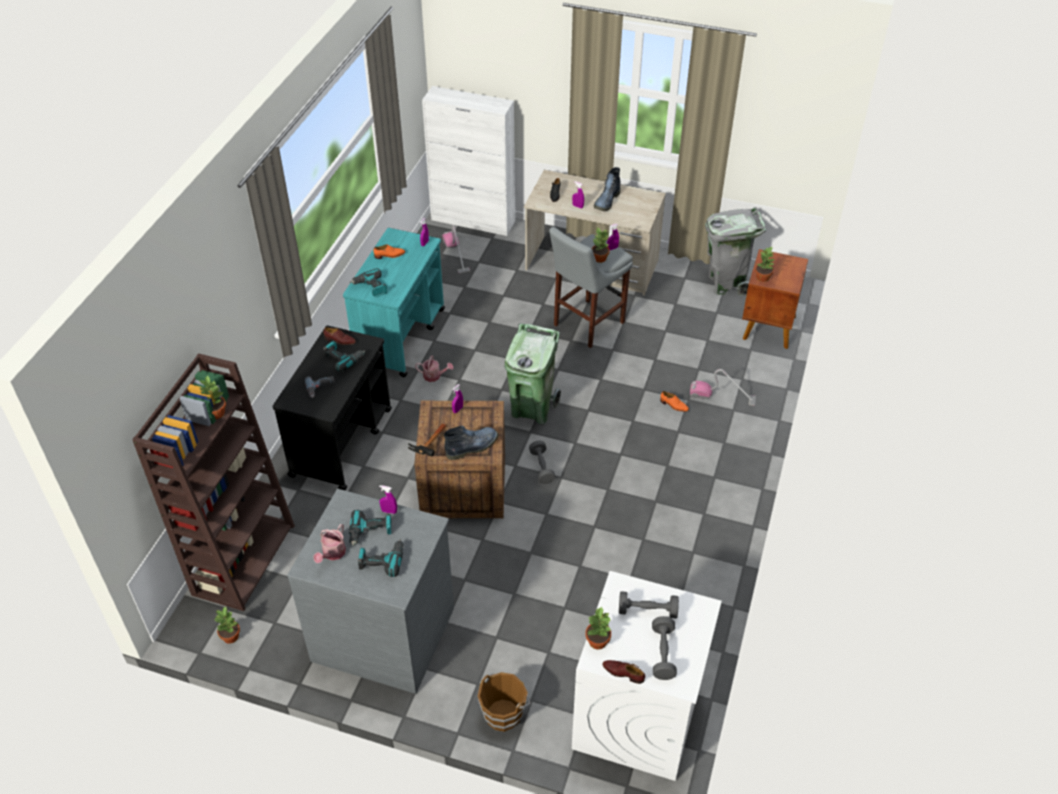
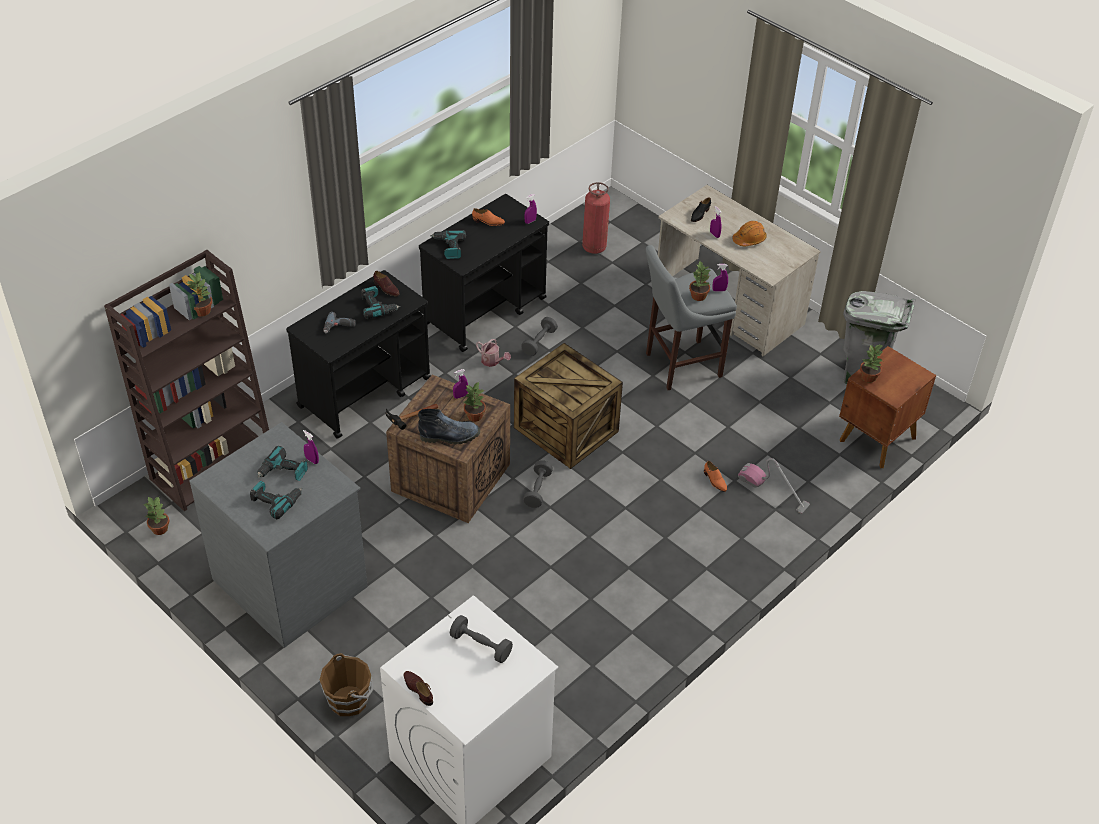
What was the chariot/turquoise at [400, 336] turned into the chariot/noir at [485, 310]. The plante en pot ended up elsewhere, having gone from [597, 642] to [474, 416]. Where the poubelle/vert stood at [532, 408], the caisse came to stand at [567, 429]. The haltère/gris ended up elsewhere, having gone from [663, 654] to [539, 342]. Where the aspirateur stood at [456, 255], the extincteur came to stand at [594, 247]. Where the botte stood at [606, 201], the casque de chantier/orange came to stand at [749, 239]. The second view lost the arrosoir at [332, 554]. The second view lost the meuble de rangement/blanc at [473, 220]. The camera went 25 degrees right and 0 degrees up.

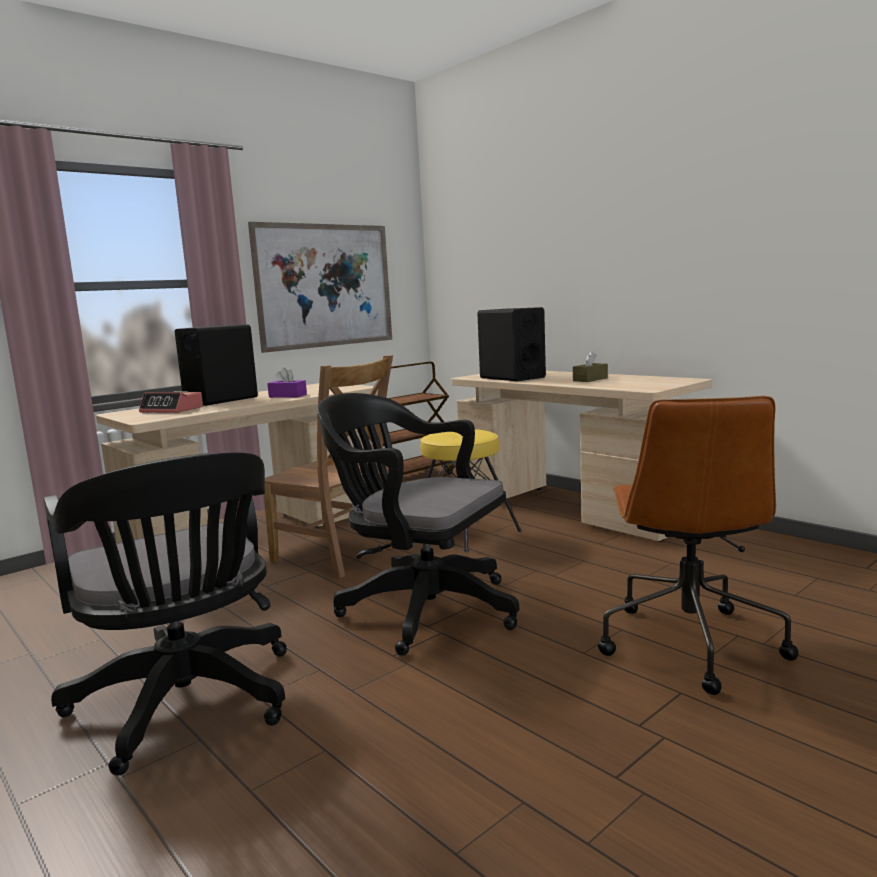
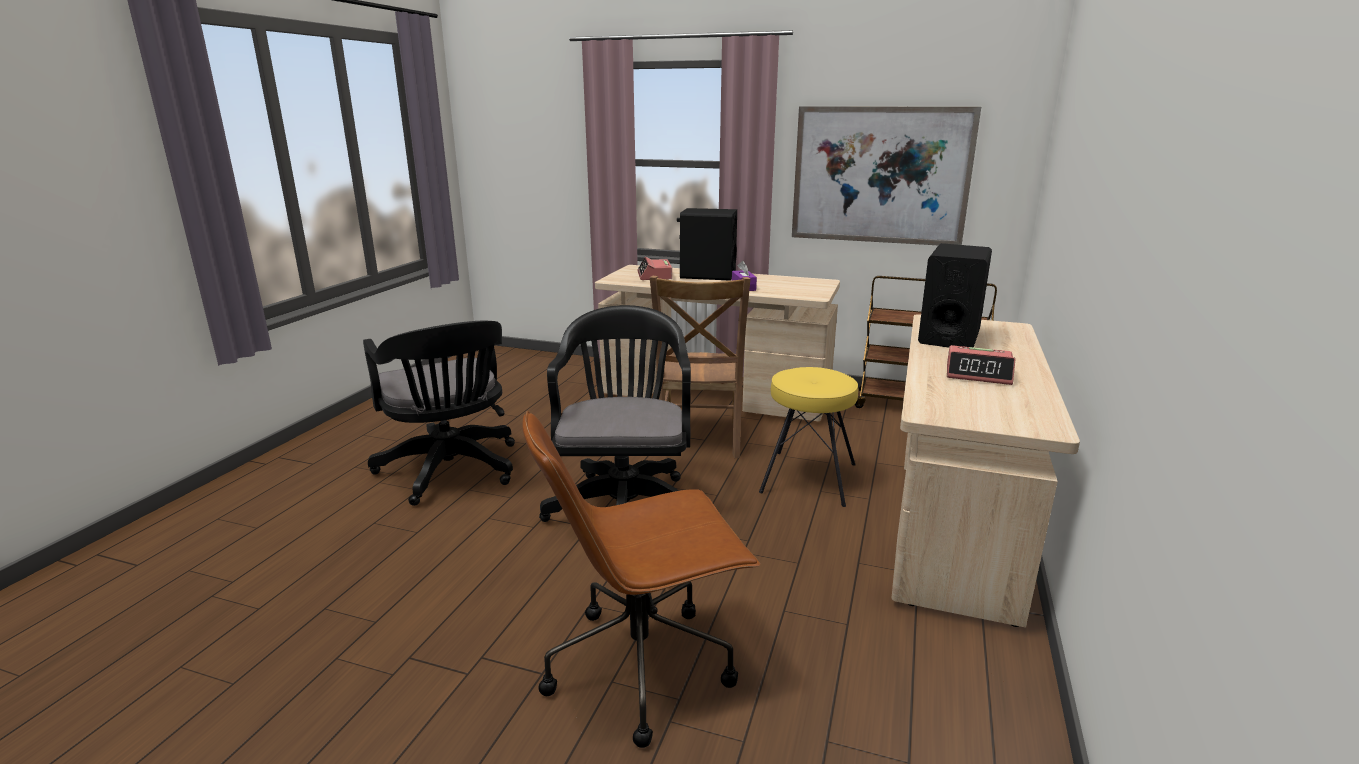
The chaise de bureau/noir at [188, 705] ended up facing another way, 60 degrees counterclockwise from before. Where the boîte à mouchoirs/marron stood at [590, 379], the réveil came to stand at [978, 374]. The camera went 60 degrees right and 10 degrees up.

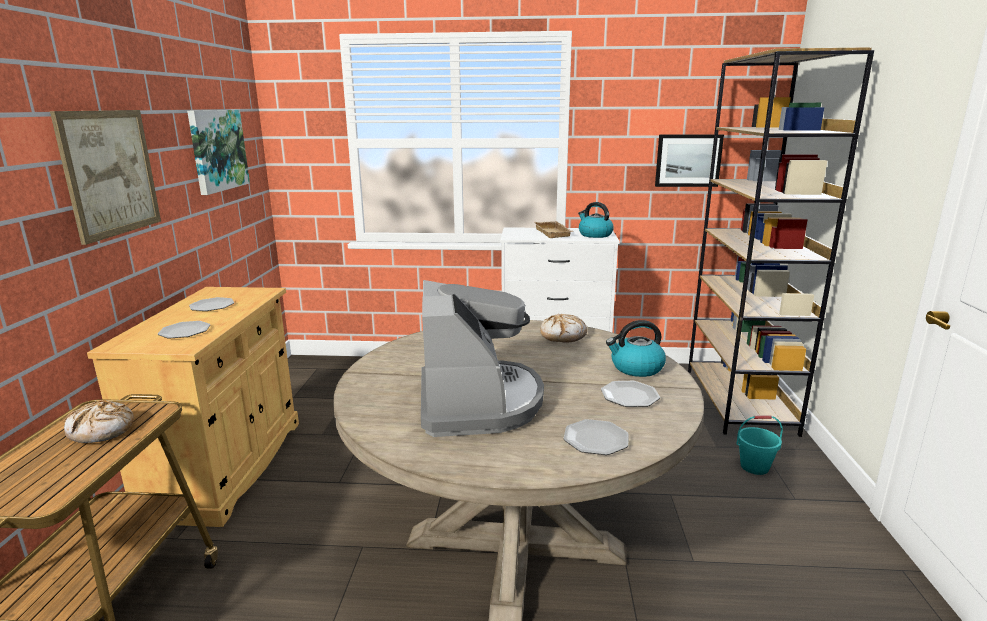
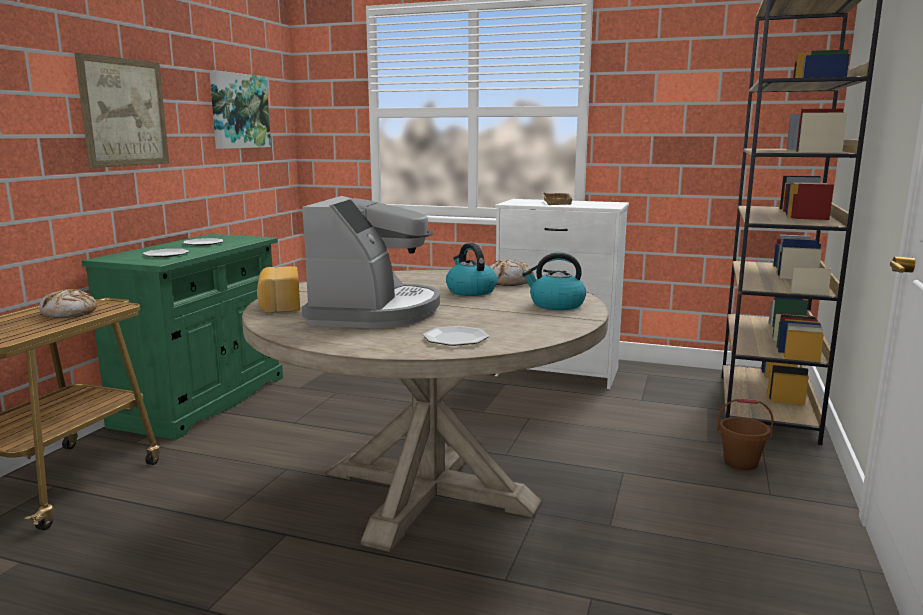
What was the meuble de rangement/beige at [226, 467] turned into the meuble de rangement/vert at [202, 400]. The second view gained the pain at [279, 305]. The bouilloire ended up elsewhere, having gone from [594, 235] to [470, 291]. What was the seau/turquoise at [754, 466] turned into the seau/marron at [741, 462]. The second view lost the assiette at [629, 396]. The second view lost the tableau at [688, 160]. The camera went 15 degrees right and 5 degrees down.

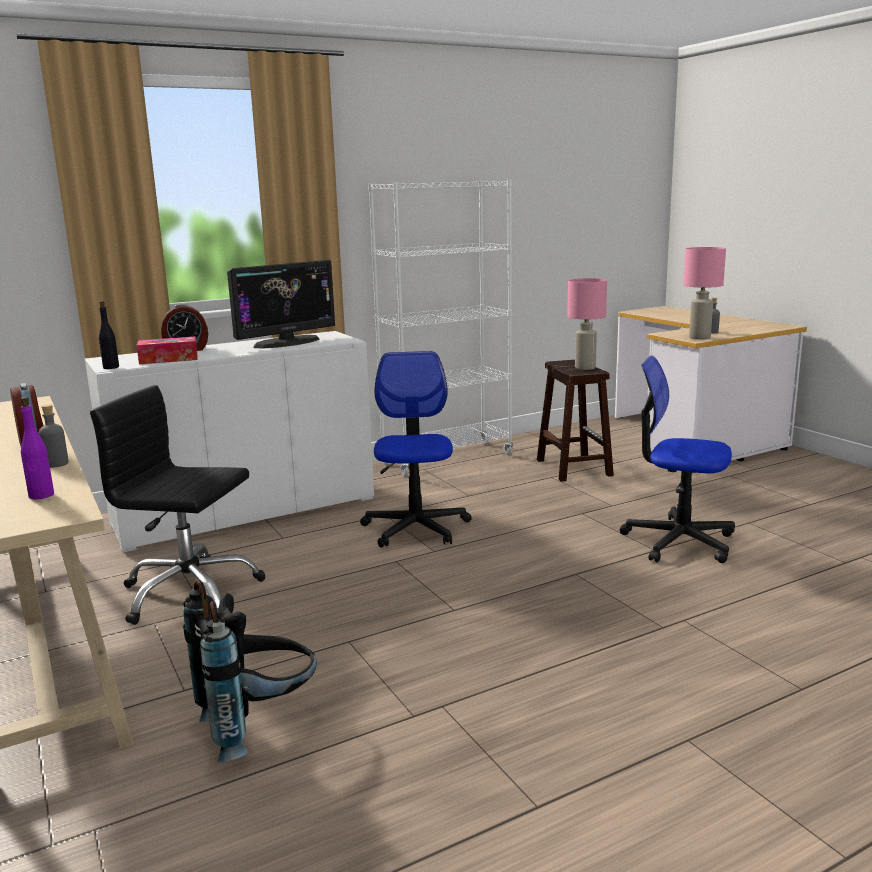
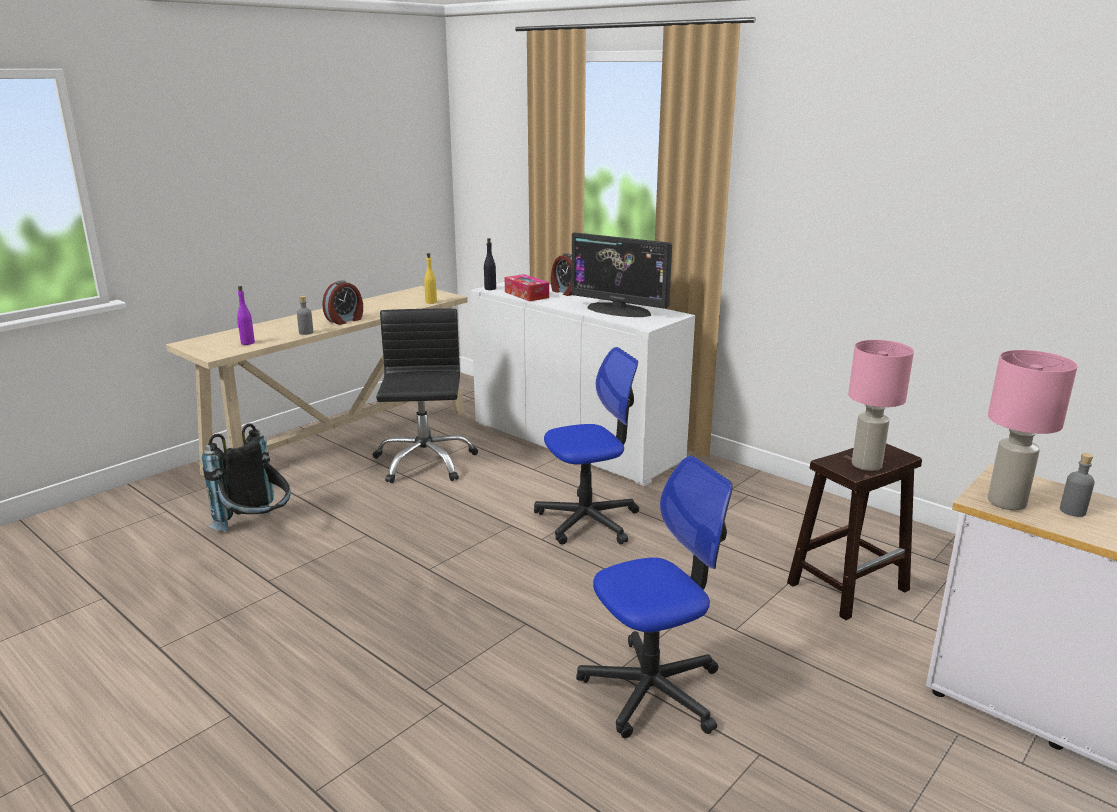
The second view gained the bouteille/jaune at [431, 302]. The chaise de bureau at [678, 541] ended up facing another way, 60 degrees clockwise from before. The second view lost the bibliothèque/blanc at [447, 459]. The camera went 70 degrees right and 5 degrees up.

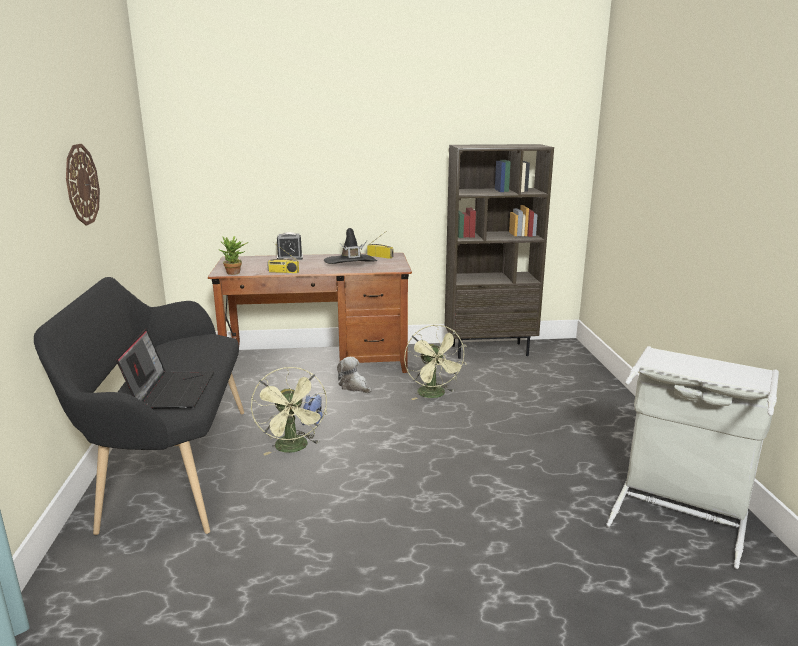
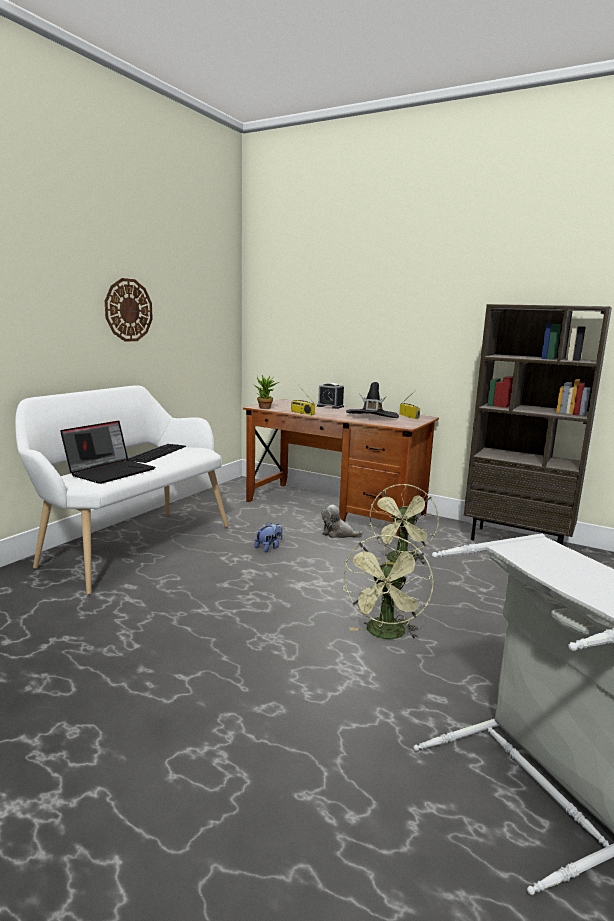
What was the banc/noir at [169, 467] turned into the banc/blanc at [131, 544]. The second view gained the clavier at [156, 452]. The peluche at [354, 386] ended up facing another way, 60 degrees counterclockwise from before. The ventilateur/vert ended up elsewhere, having gone from [293, 448] to [385, 635]. The camera went 35 degrees right and 5 degrees down.

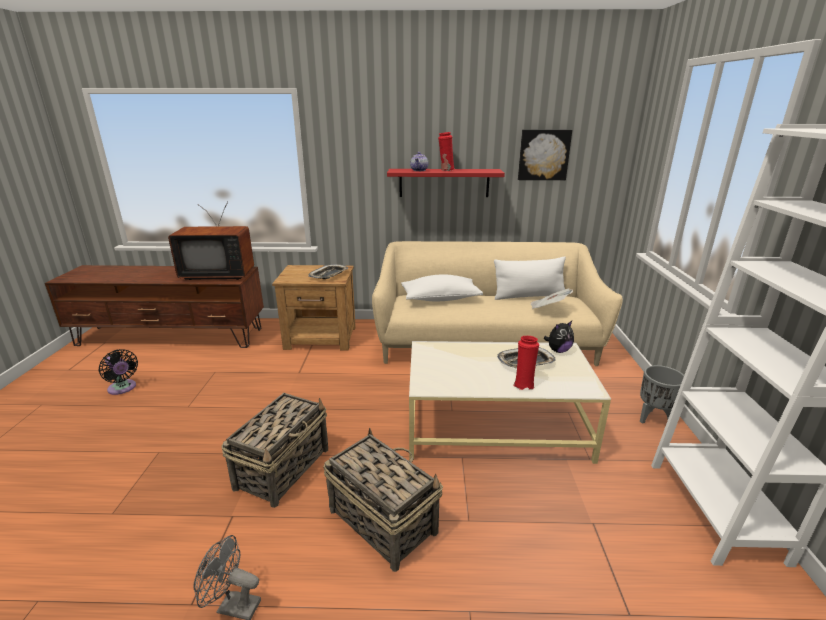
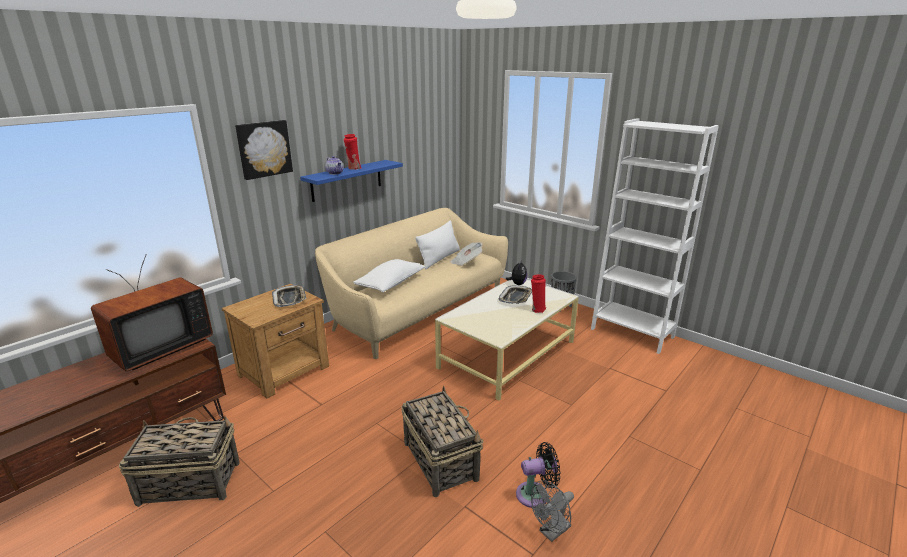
The panier ended up elsewhere, having gone from [382, 520] to [188, 482]. The tableau ended up elsewhere, having gone from [543, 155] to [264, 149]. What was the étagère/rouge at [444, 183] turned into the étagère/bleu at [347, 180]. The ventilateur/noir ended up elsewhere, having gone from [123, 388] to [535, 494]. The camera went 50 degrees left and 0 degrees up.

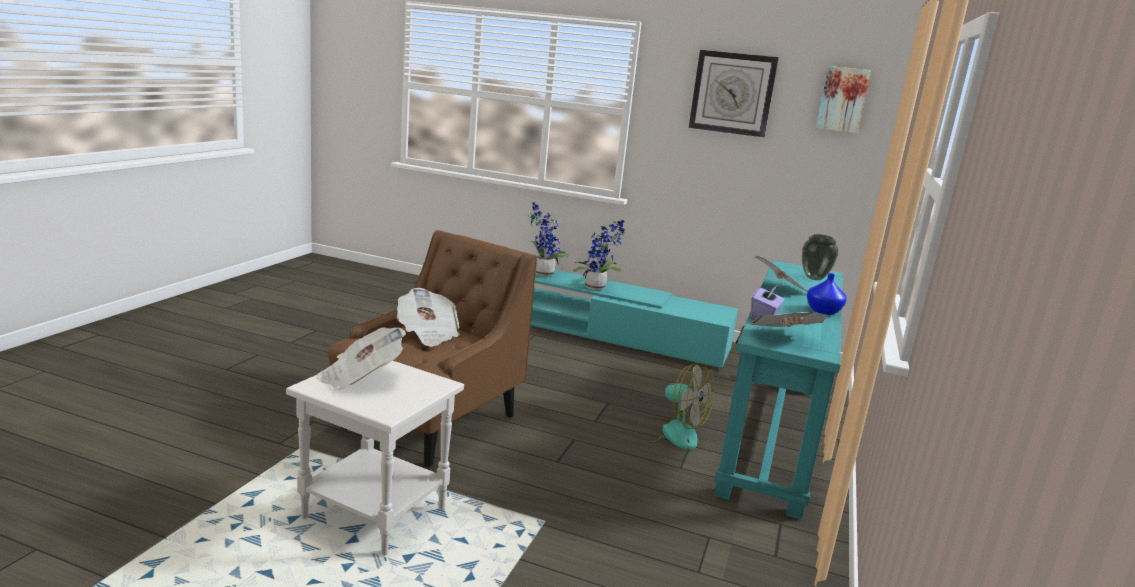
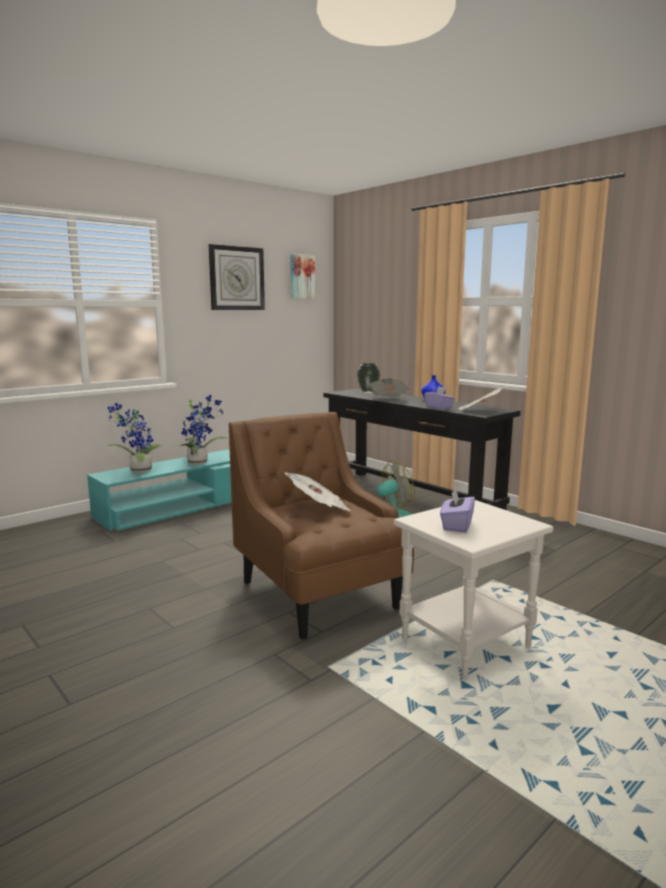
What was the table console/turquoise at [772, 435] turned into the table console/noir at [409, 496]. Where the journal stood at [360, 378], the boîte à mouchoirs/violet came to stand at [456, 525]. The camera went 60 degrees left and 5 degrees down.

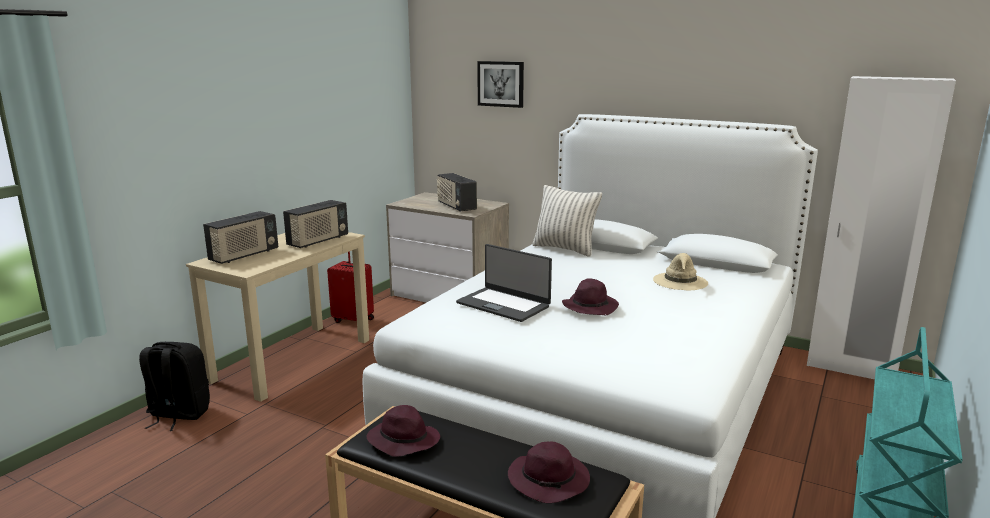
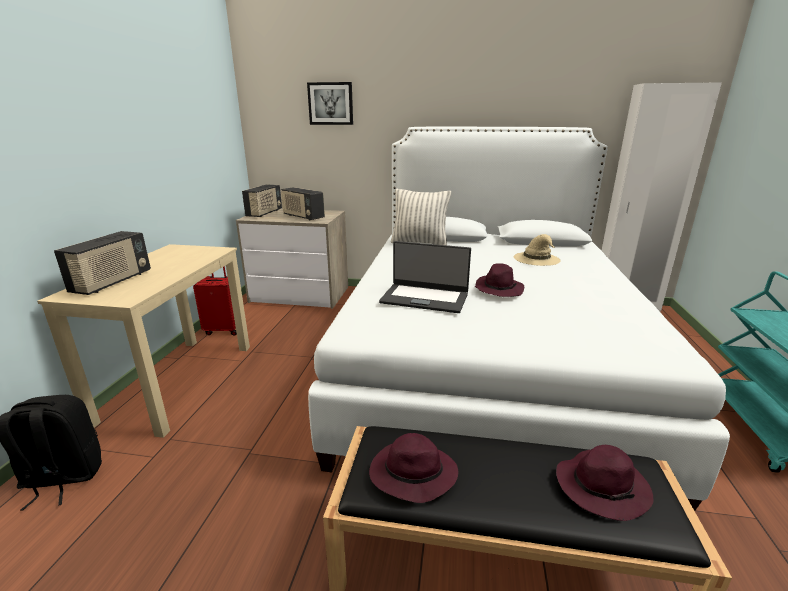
The radio ended up elsewhere, having gone from [318, 241] to [264, 213]. The camera went 20 degrees left and 5 degrees up.

